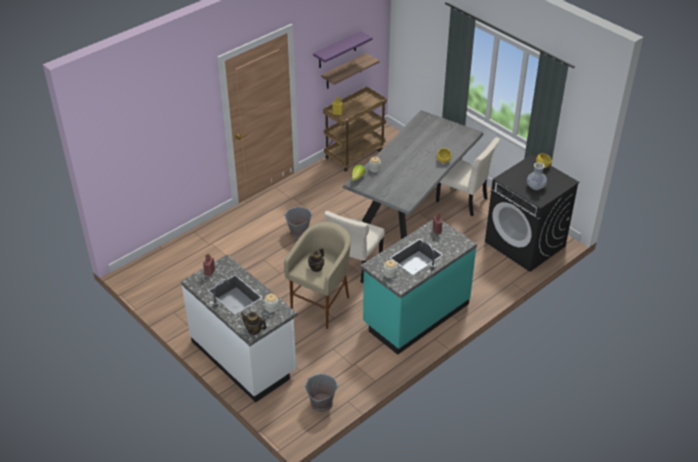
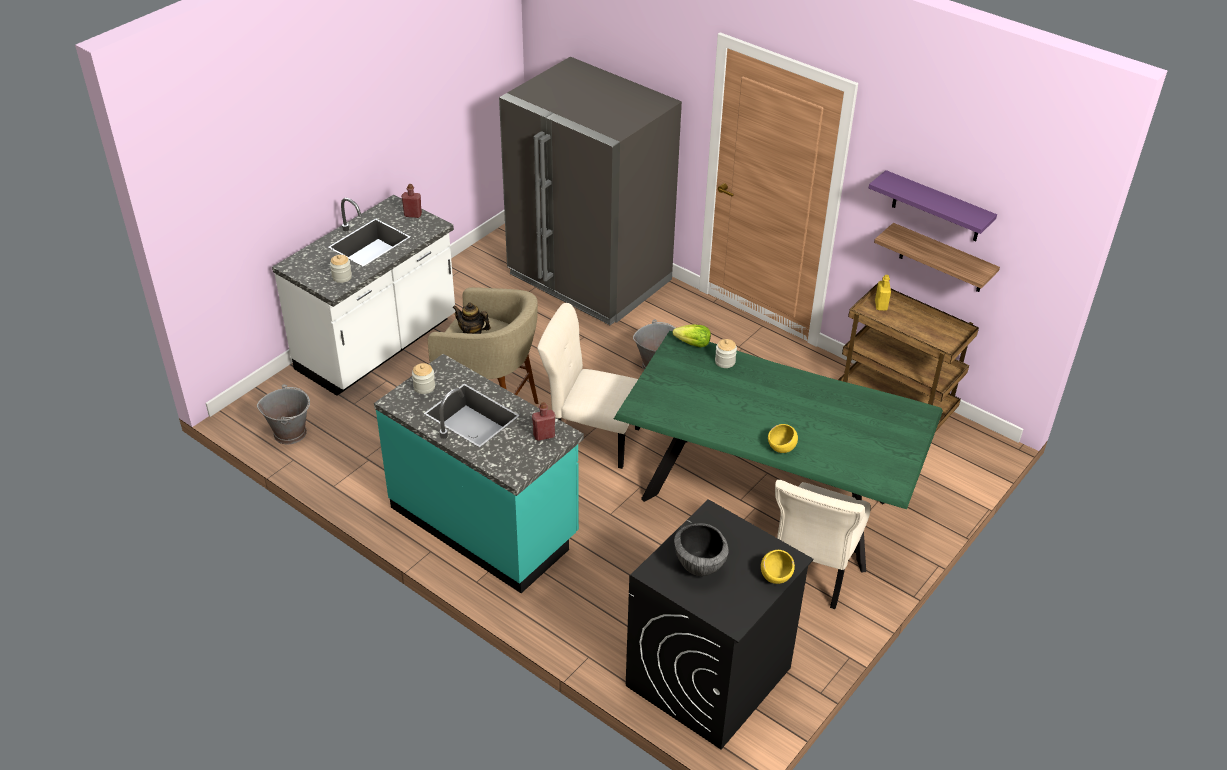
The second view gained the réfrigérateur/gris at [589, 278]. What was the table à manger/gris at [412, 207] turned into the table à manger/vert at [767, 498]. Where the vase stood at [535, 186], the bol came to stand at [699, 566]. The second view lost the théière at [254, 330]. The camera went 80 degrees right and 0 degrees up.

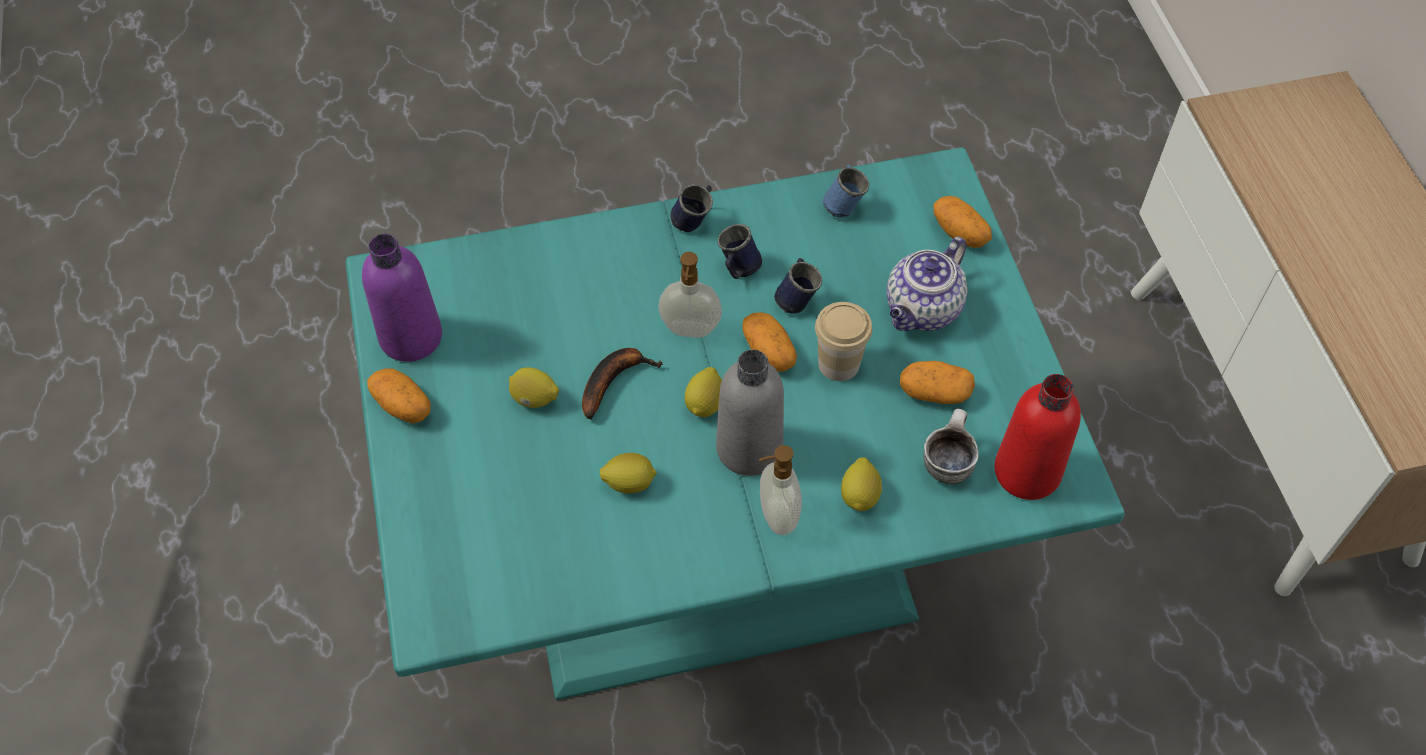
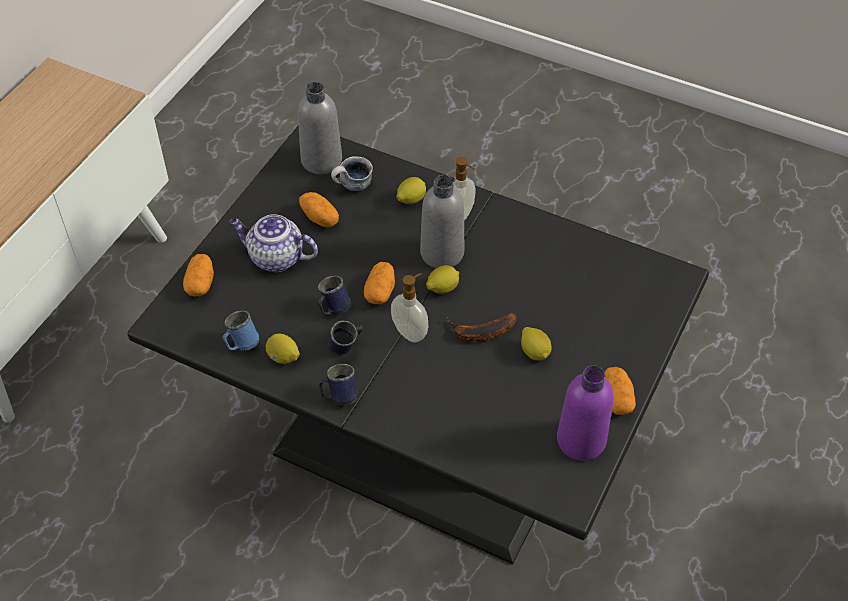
What was the table à manger/turquoise at [713, 559] turned into the table à manger/noir at [423, 450]. The théière at [922, 310] ended up facing another way, 150 degrees counterclockwise from before. The citron ended up elsewhere, having gone from [629, 482] to [283, 357]. What was the bouteille/rouge at [1027, 472] turned into the bouteille/gris at [321, 160]. The second view lost the tasse at [838, 364]. The camera went 140 degrees left and 5 degrees down.

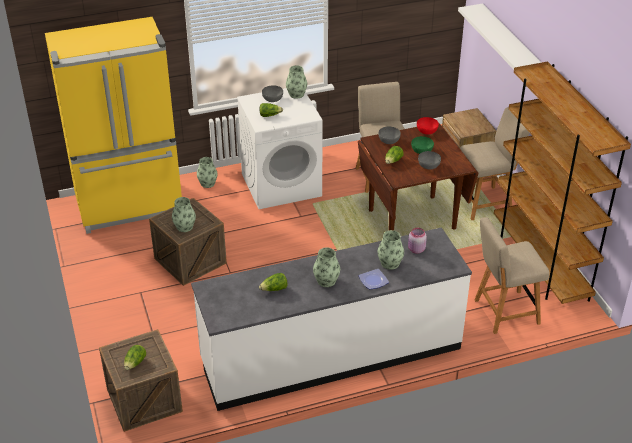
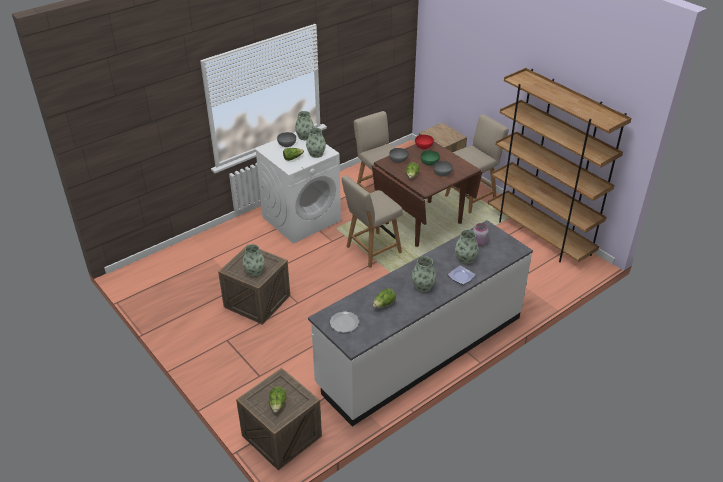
The vase ended up elsewhere, having gone from [207, 183] to [316, 154]. The second view gained the assiette at [344, 323]. The chaise/beige ended up elsewhere, having gone from [503, 312] to [371, 250]. The second view lost the réfrigérateur/jaune at [130, 206]. The second view lost the étagère/blanc at [509, 42]. The camera went 20 degrees left and 0 degrees up.

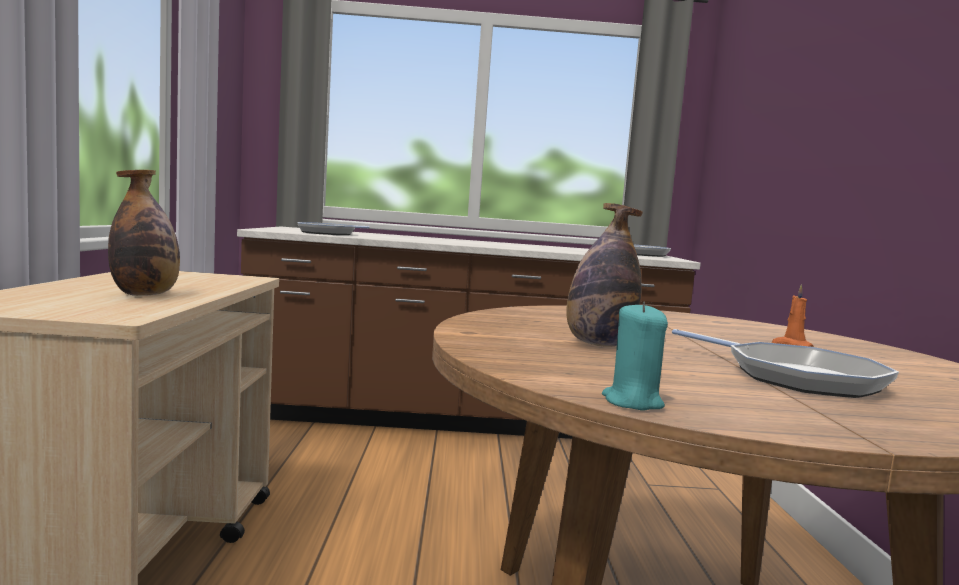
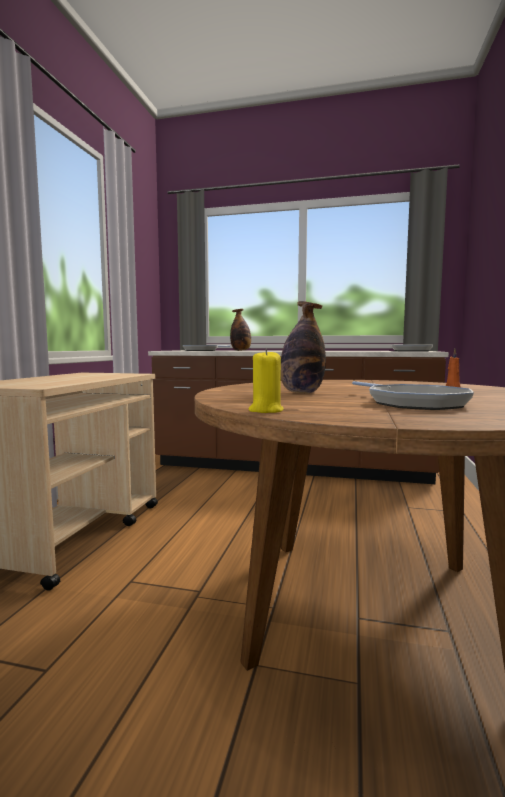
The bouteille ended up elsewhere, having gone from [145, 295] to [241, 350]. What was the bougie/turquoise at [632, 402] turned into the bougie/jaune at [265, 410]. The camera went 15 degrees right and 0 degrees up.

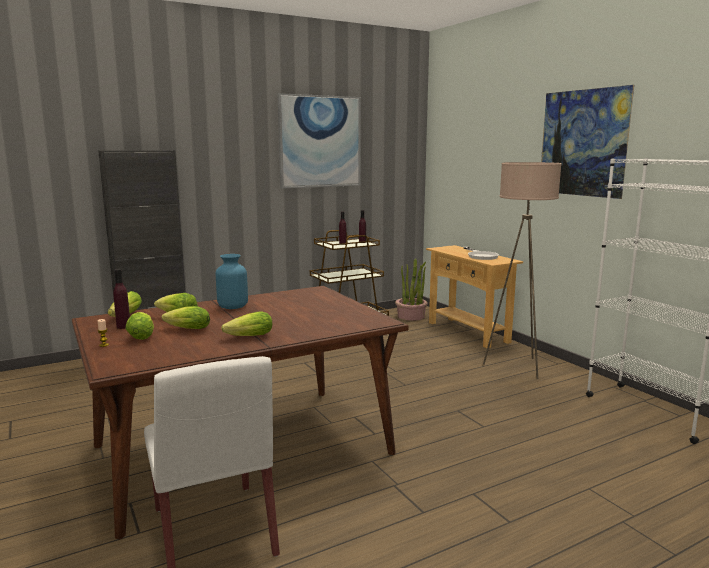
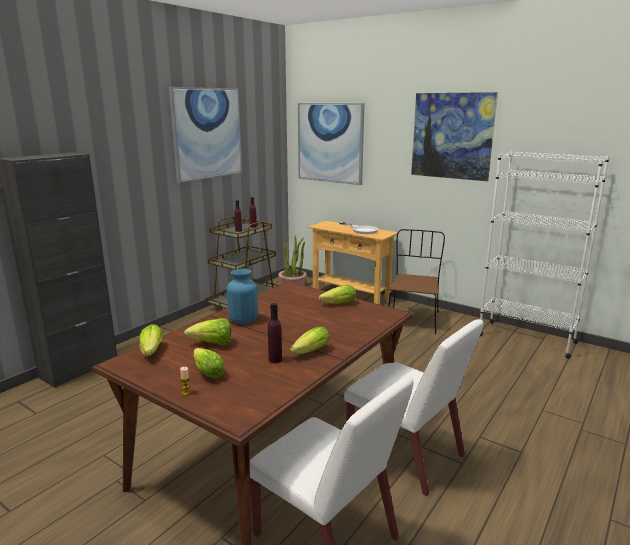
The bouteille/violet ended up elsewhere, having gone from [123, 326] to [275, 360]. The second view gained the tableau at [330, 143]. The laitue ended up elsewhere, having gone from [186, 329] to [336, 304]. The second view gained the chaise/blanc at [406, 455]. Where the lampadaire/beige stood at [517, 366], the chaise/marron came to stand at [413, 319]. The camera went 25 degrees left and 5 degrees up.

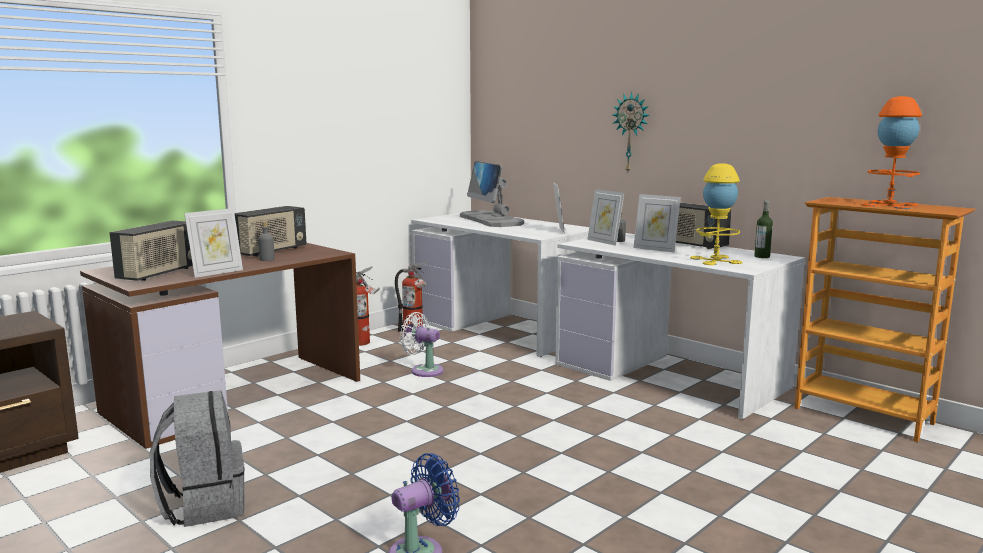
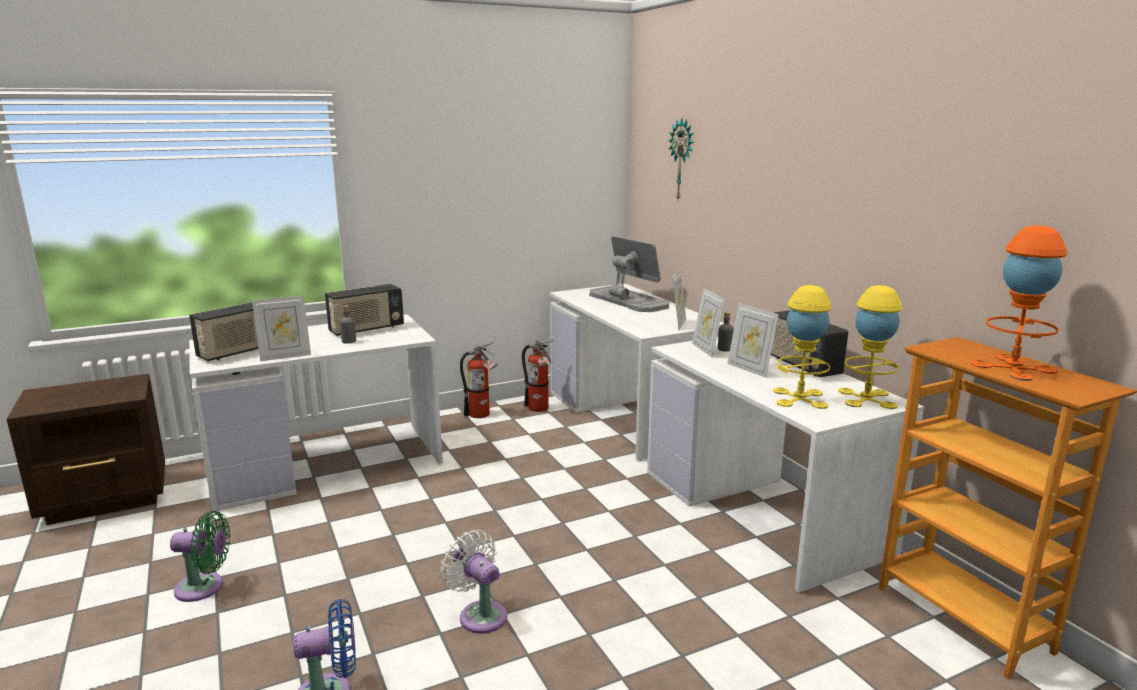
Where the sac à dos/gris stood at [203, 505], the ventilateur/vert came to stand at [204, 587]. What was the bureau/marron at [236, 395] turned into the bureau/blanc at [327, 462]. The ventilateur/blanc ended up elsewhere, having gone from [424, 370] to [480, 614]. The écran d'ordinateur at [491, 220] ended up facing another way, 150 degrees clockwise from before. The horloge murale ended up elsewhere, having gone from [631, 133] to [682, 160]. Where the bouteille stood at [762, 256], the lampe de table/jaune came to stand at [867, 398]. The camera went 20 degrees right and 5 degrees up.

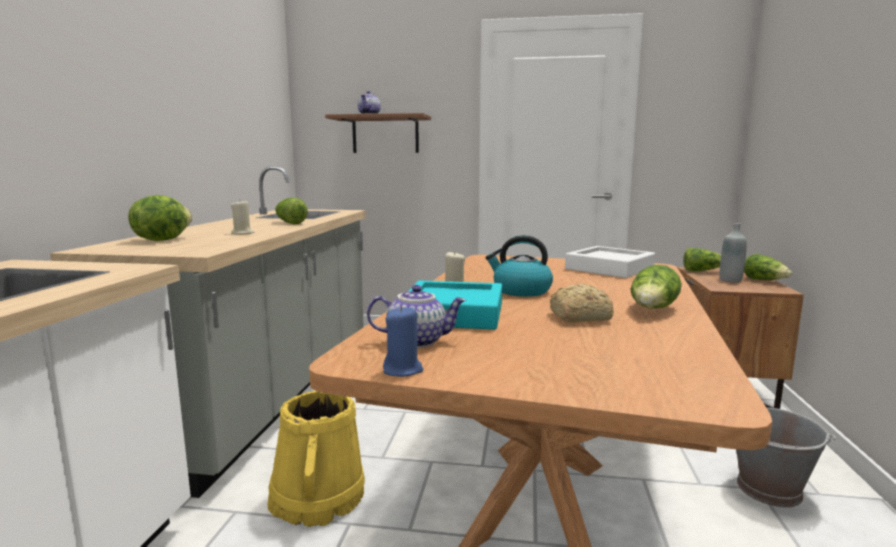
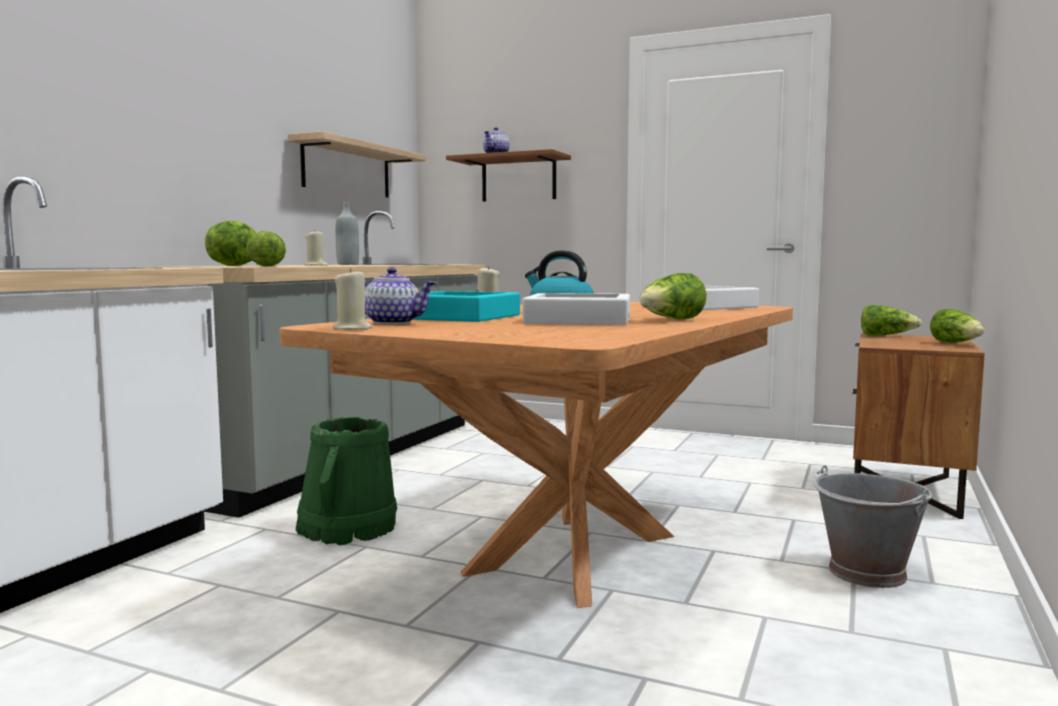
The laitue ended up elsewhere, having gone from [290, 223] to [265, 266]. The second view gained the étagère at [347, 169]. What was the seau/jaune at [318, 497] turned into the seau/vert at [347, 528]. What was the bougie/bleu at [403, 370] turned into the bougie/beige at [352, 329]. The bouteille/gris ended up elsewhere, having gone from [730, 280] to [348, 264]. Where the pain stood at [578, 317], the plateau/blanc came to stand at [578, 320]. The camera went 15 degrees right and 5 degrees down.

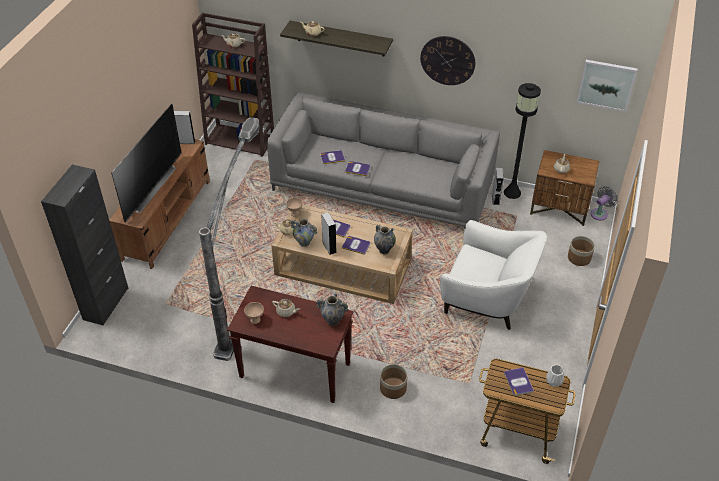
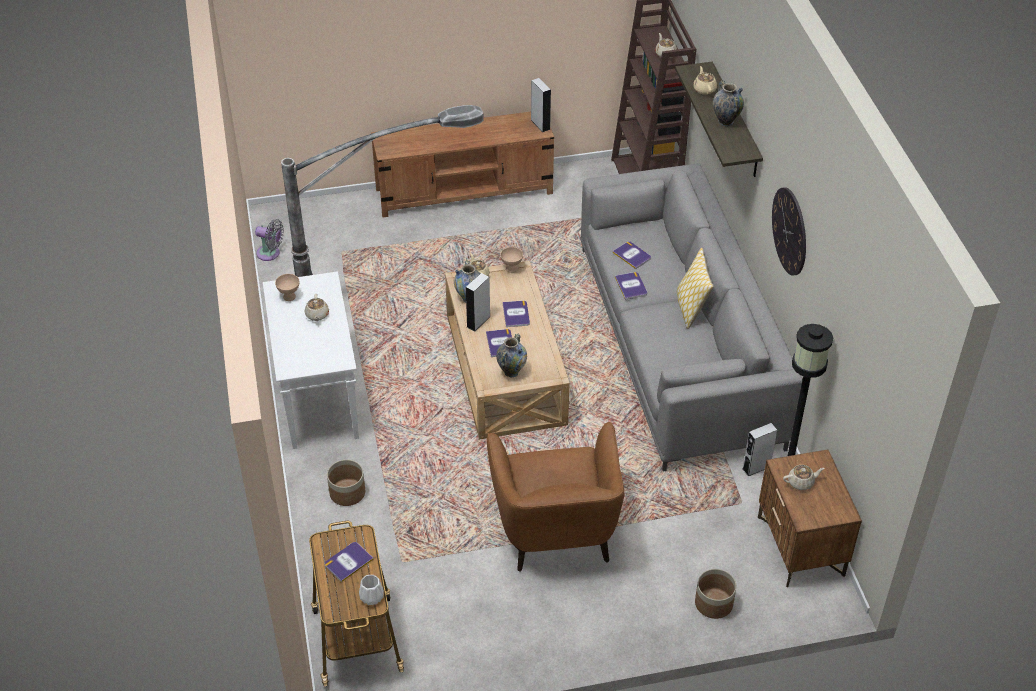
The ventilateur/gris ended up elsewhere, having gone from [600, 213] to [270, 253]. What was the table console/marron at [294, 371] turned into the table console/blanc at [317, 396]. What was the fauteuil/blanc at [487, 299] turned into the fauteuil/marron at [556, 528]. The second view gained the coussin at [691, 308]. The vase ended up elsewhere, having gone from [333, 321] to [725, 121]. The second view lost the meuble de rangement/noir at [106, 303]. The second view lost the téléviseur at [150, 187]. The second view lost the tableau at [606, 85]. The camera went 60 degrees right and 0 degrees up.

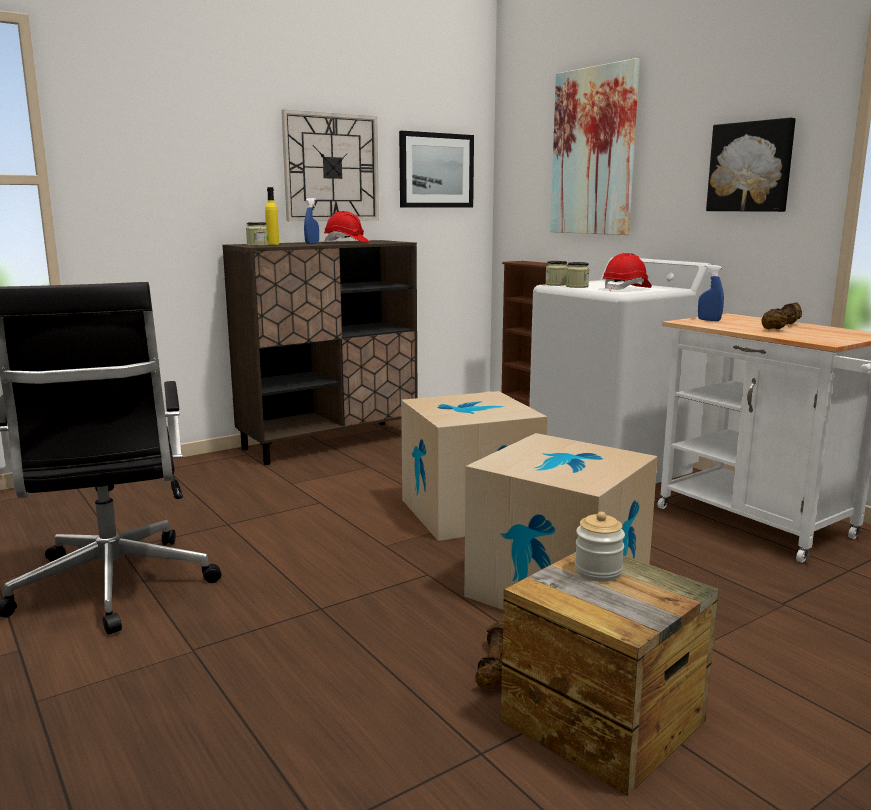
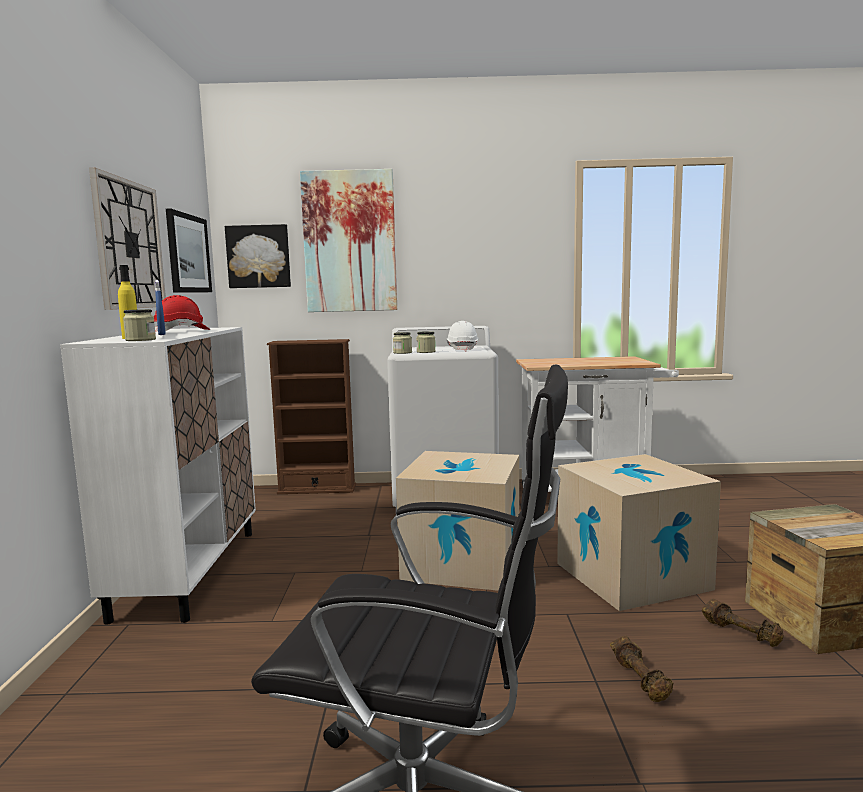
What was the meuble de rangement/marron at [330, 442] turned into the meuble de rangement/blanc at [189, 572]. The tableau ended up elsewhere, having gone from [751, 167] to [259, 256]. What was the casque de chantier/rouge at [626, 289] turned into the casque de chantier/blanc at [462, 349]. The haltère/marron ended up elsewhere, having gone from [782, 327] to [641, 680]. The second view lost the bocal at [598, 572]. The second view lost the vaporisateur/bleu at [709, 320]. The camera went 55 degrees left and 5 degrees down.

